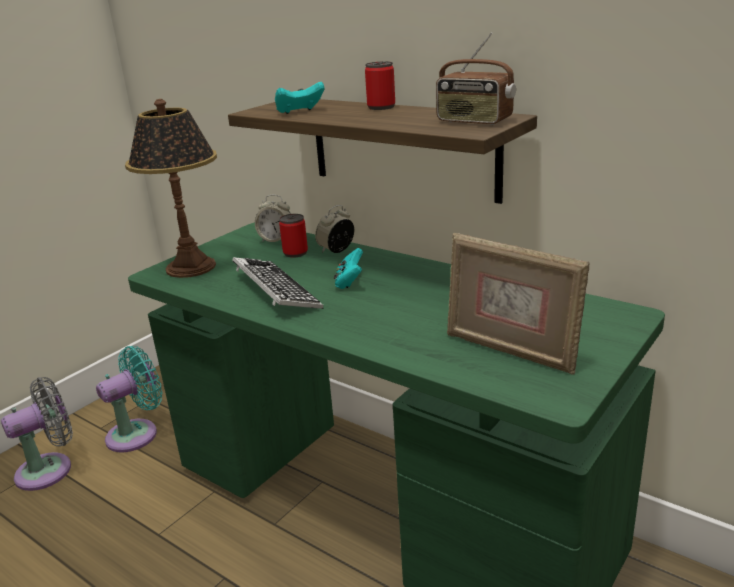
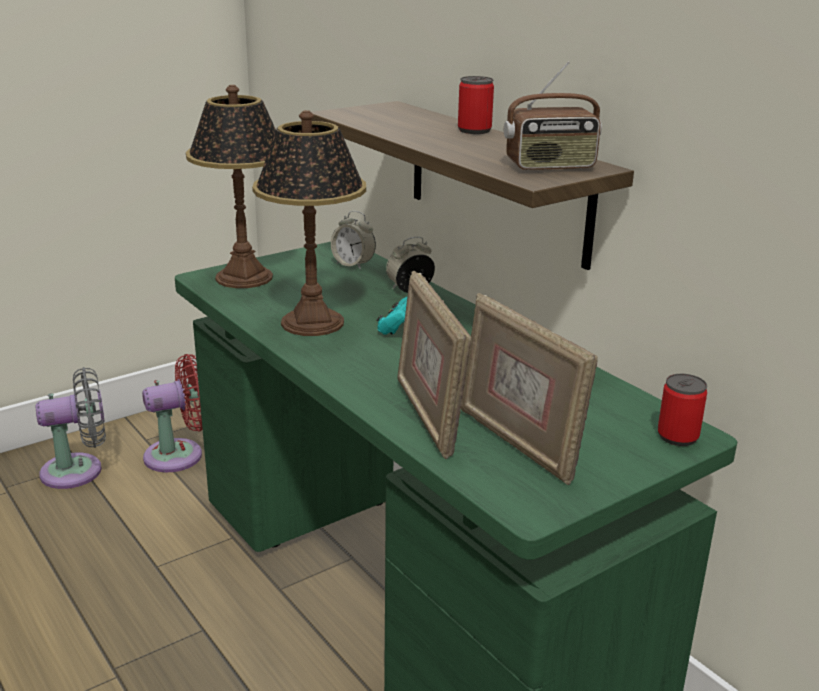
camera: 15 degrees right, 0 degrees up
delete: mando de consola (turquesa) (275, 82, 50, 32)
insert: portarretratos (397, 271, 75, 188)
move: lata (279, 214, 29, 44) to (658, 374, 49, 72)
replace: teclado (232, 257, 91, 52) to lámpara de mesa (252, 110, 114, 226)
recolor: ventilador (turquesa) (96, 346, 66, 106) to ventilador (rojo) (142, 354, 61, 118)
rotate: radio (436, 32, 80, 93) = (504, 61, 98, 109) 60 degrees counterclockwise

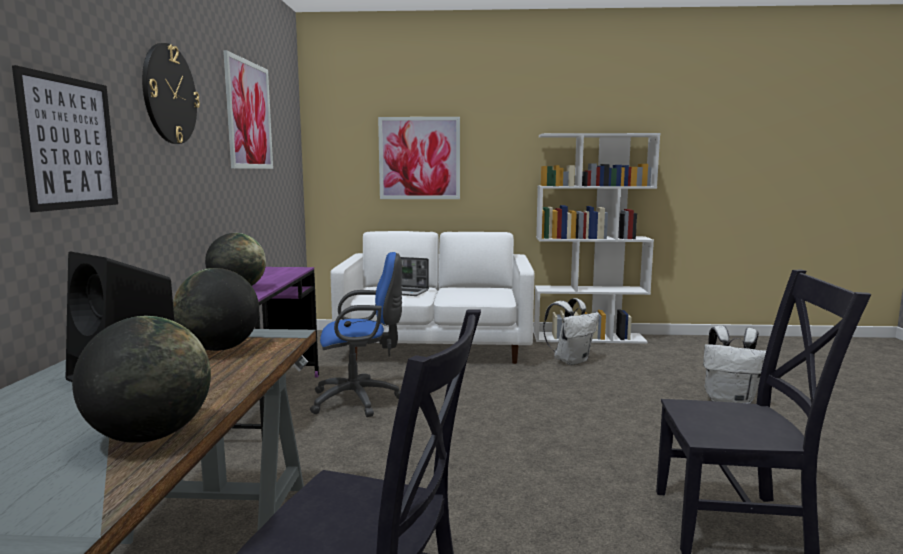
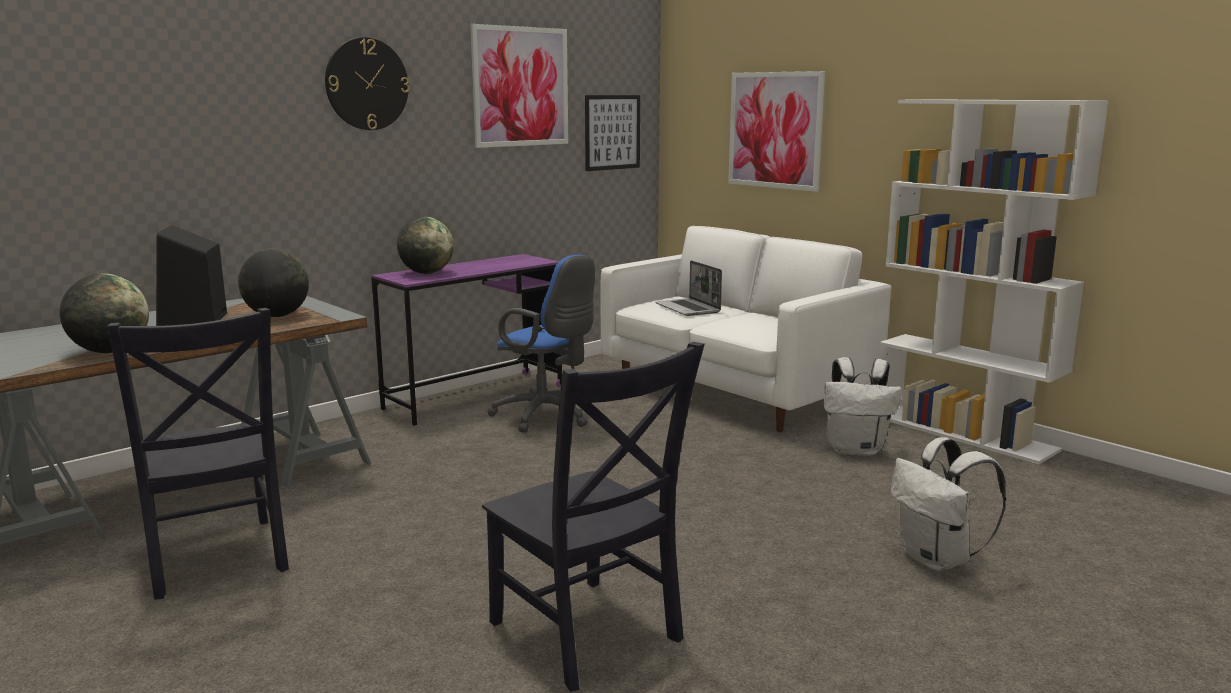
camera: 45 degrees right, 5 degrees up
move: cuadro (12, 65, 106, 147) to (585, 95, 55, 76)

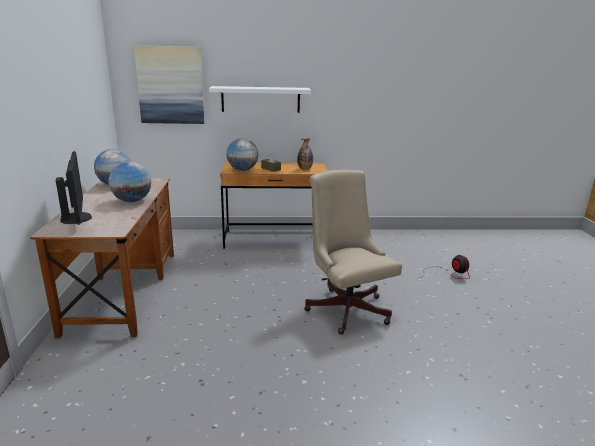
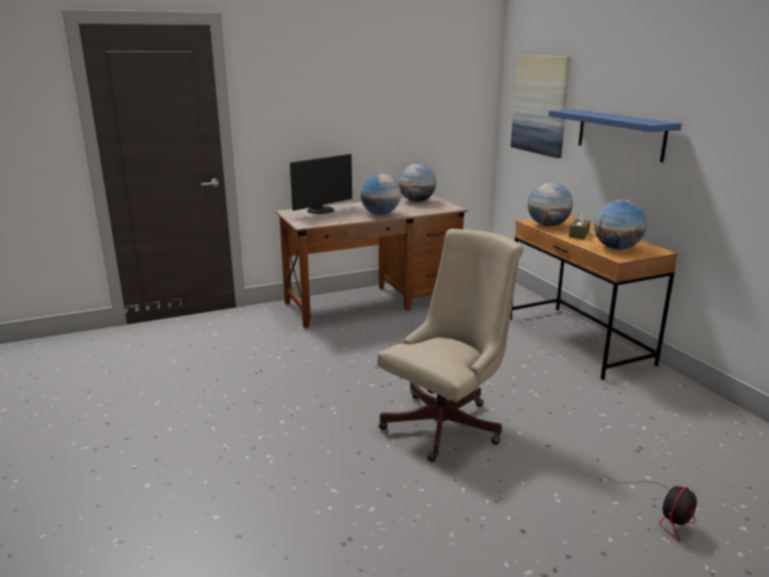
camera: 70 degrees right, 0 degrees up
replace: botella (297, 138, 16, 32) to globo terráqueo (594, 200, 53, 50)
recolor: estante (blanco) (209, 86, 102, 27) to estante (azul) (548, 109, 134, 53)

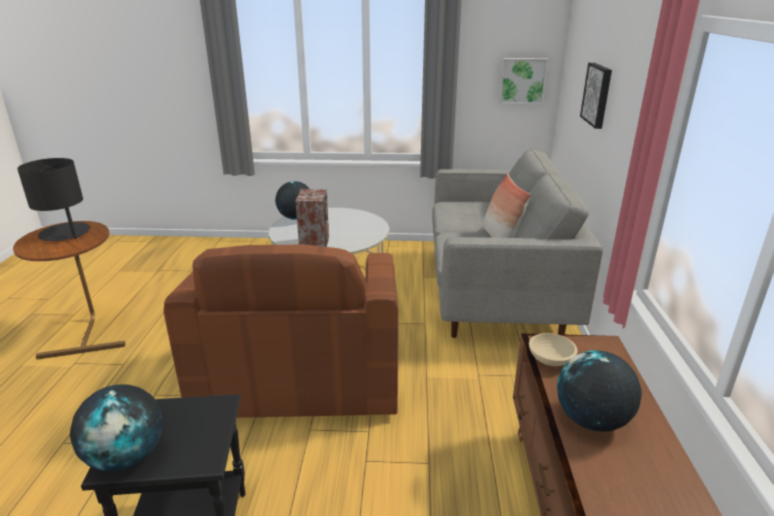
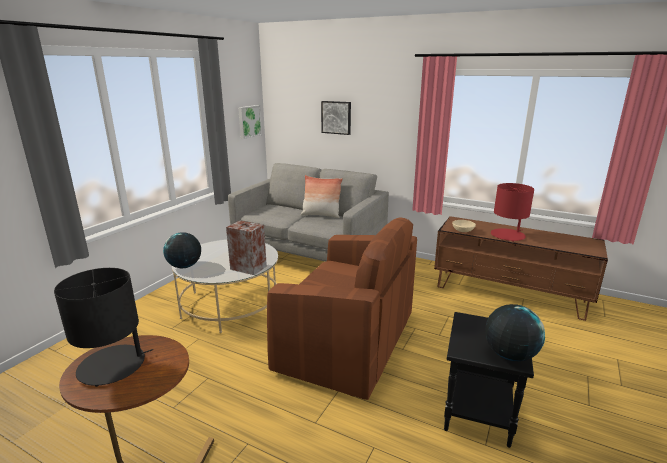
camera: 65 degrees left, 5 degrees down
replace: globo terráqueo (557, 350, 85, 82) to lámpara de mesa (rojo) (491, 183, 43, 59)

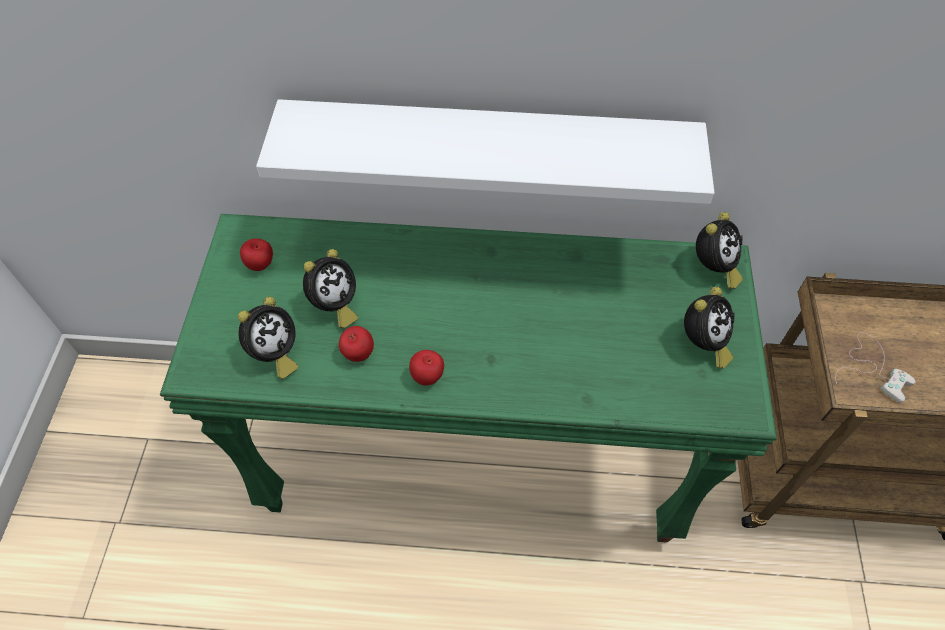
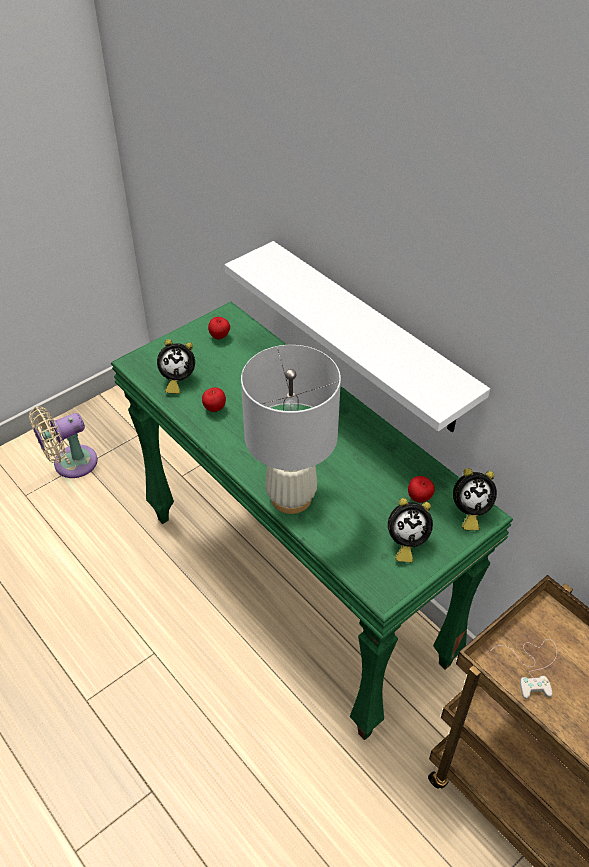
camera: 45 degrees right, 10 degrees down
delete: despertador (303, 249, 55, 79)
insert: ventilador (beis) (29, 407, 69, 71); lámpara de mesa (blanco) (241, 345, 100, 169)
move: manzana (409, 350, 35, 35) to (408, 476, 27, 27)

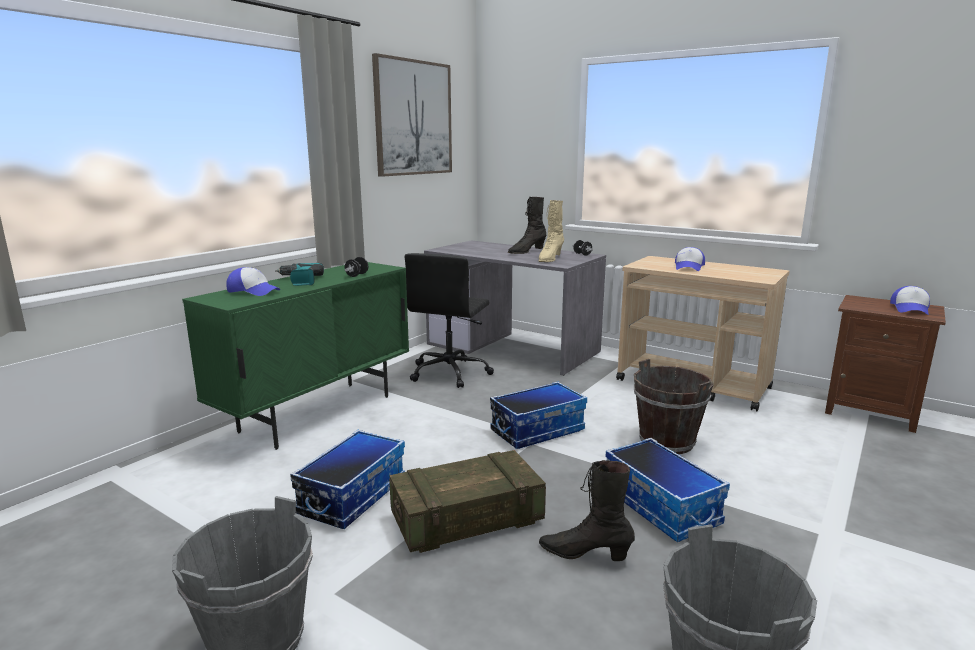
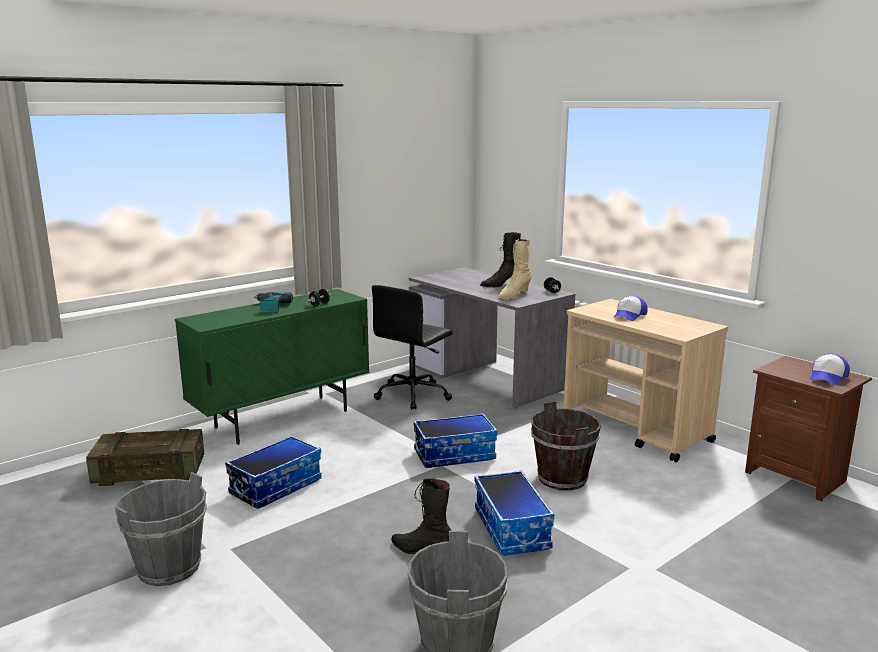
camera: 15 degrees right, 0 degrees up
delete: gorra (226, 267, 54, 29); cuadro (372, 53, 80, 124)
move: caja de embalaje (389, 450, 157, 103) to (86, 429, 118, 57)

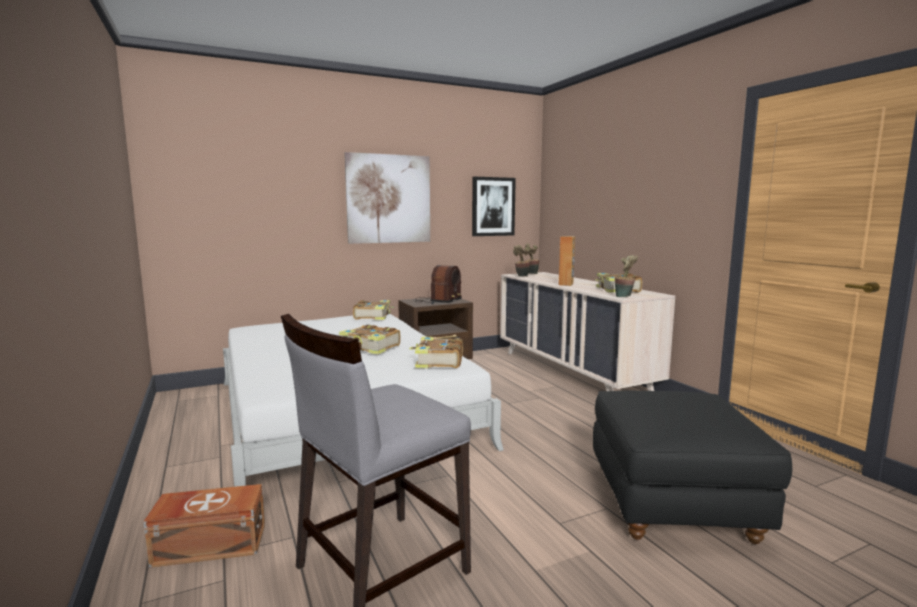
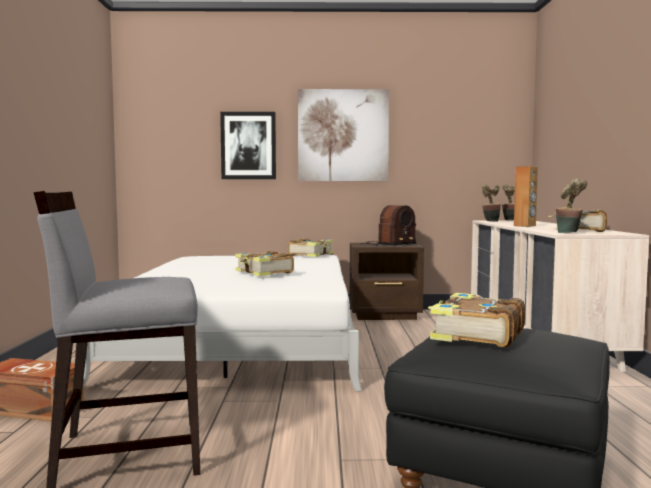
camera: 25 degrees right, 5 degrees down
move: libro (409, 337, 54, 31) to (428, 293, 97, 54); cuadro (472, 177, 44, 59) to (220, 112, 56, 67)

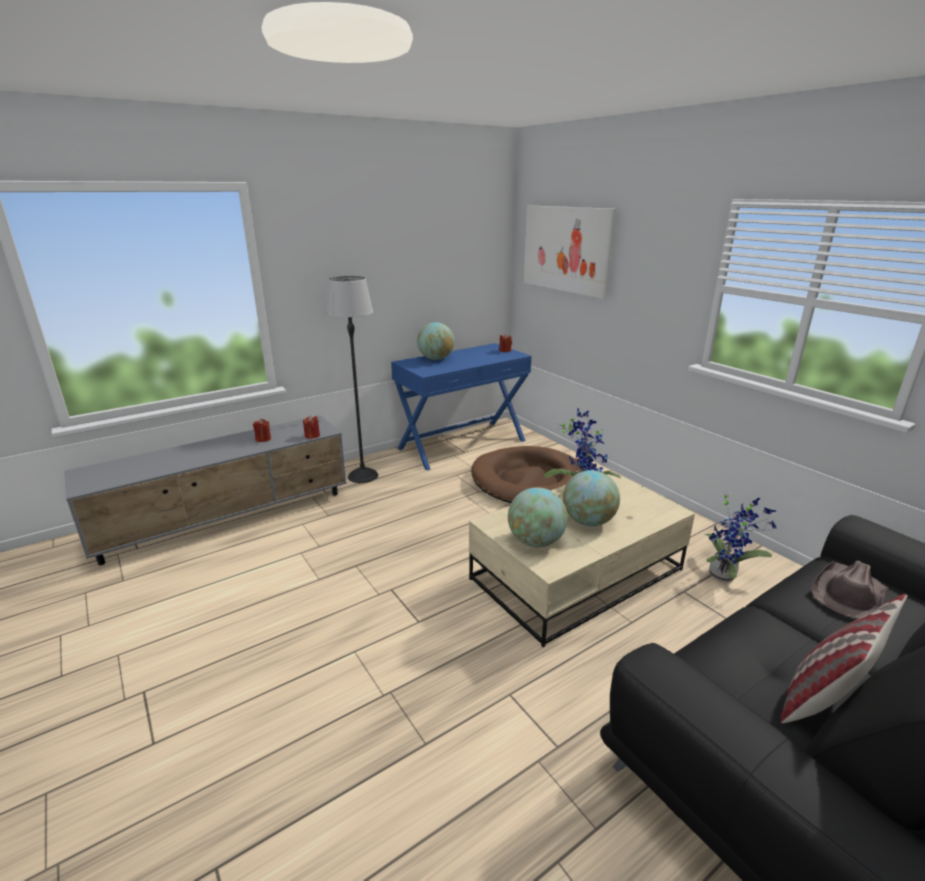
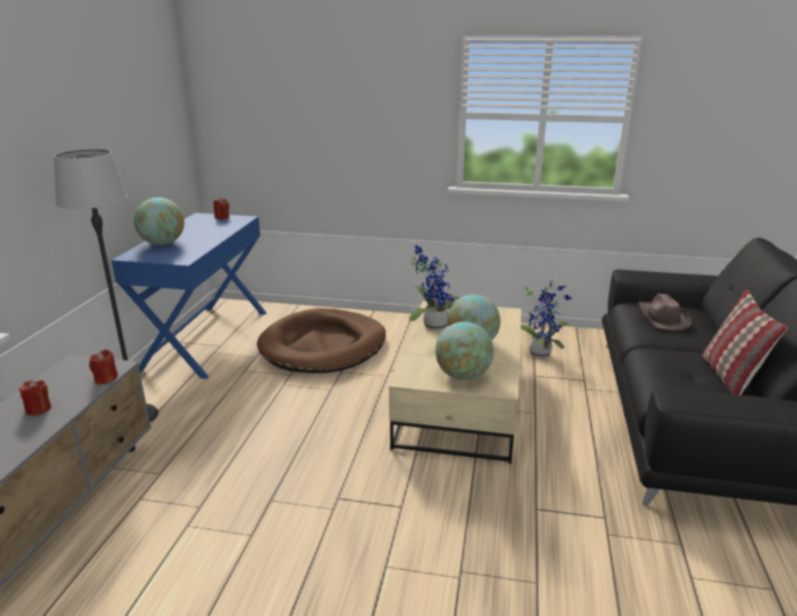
camera: 45 degrees left, 0 degrees up
delete: cuadro (524, 206, 93, 93)

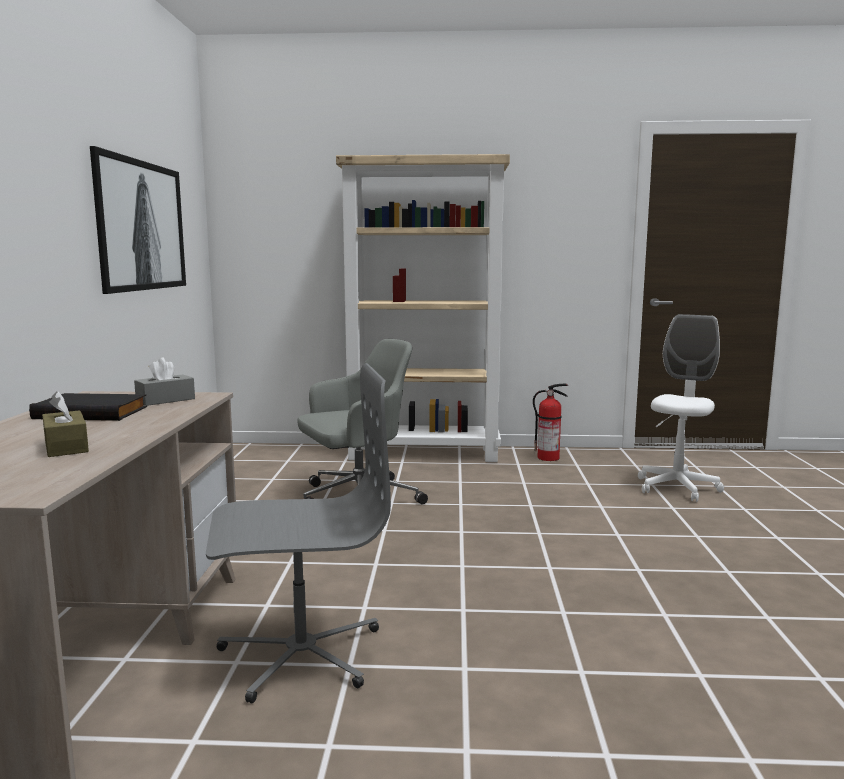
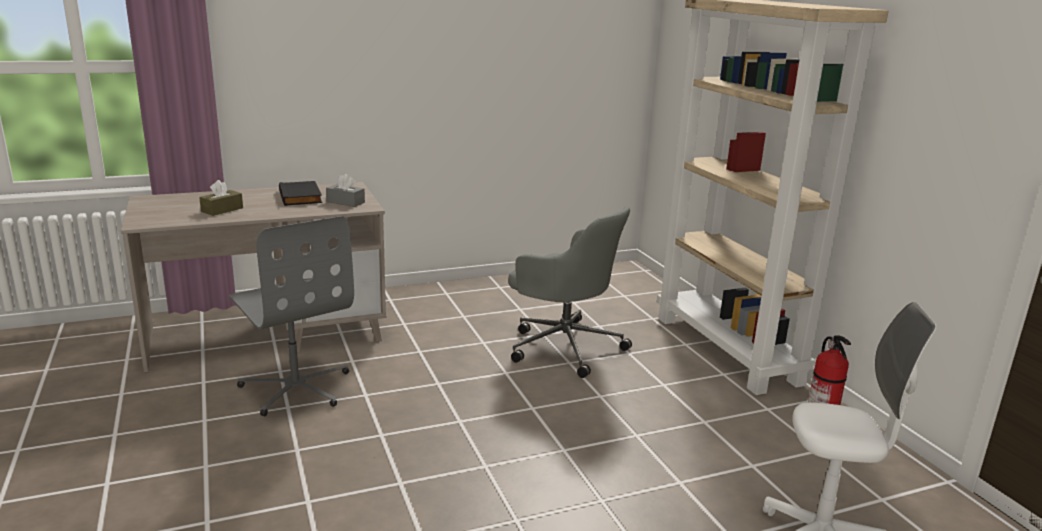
camera: 65 degrees right, 10 degrees up
delete: cuadro (90, 146, 96, 148)

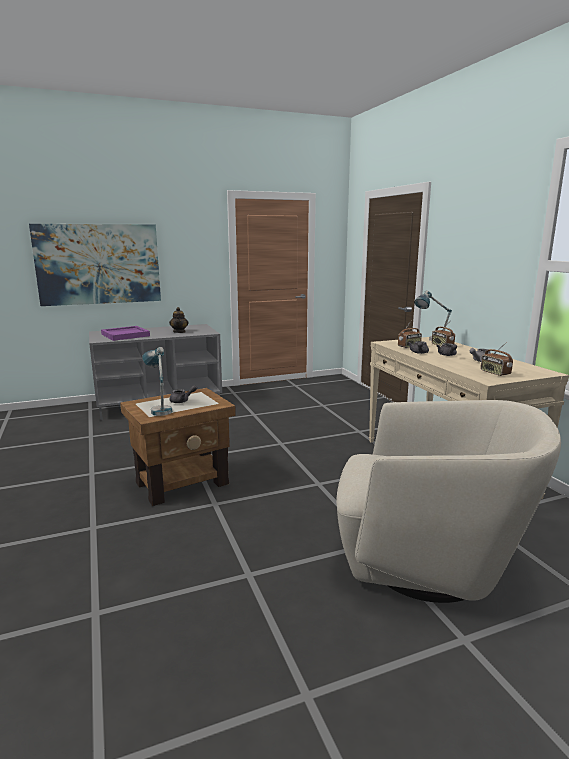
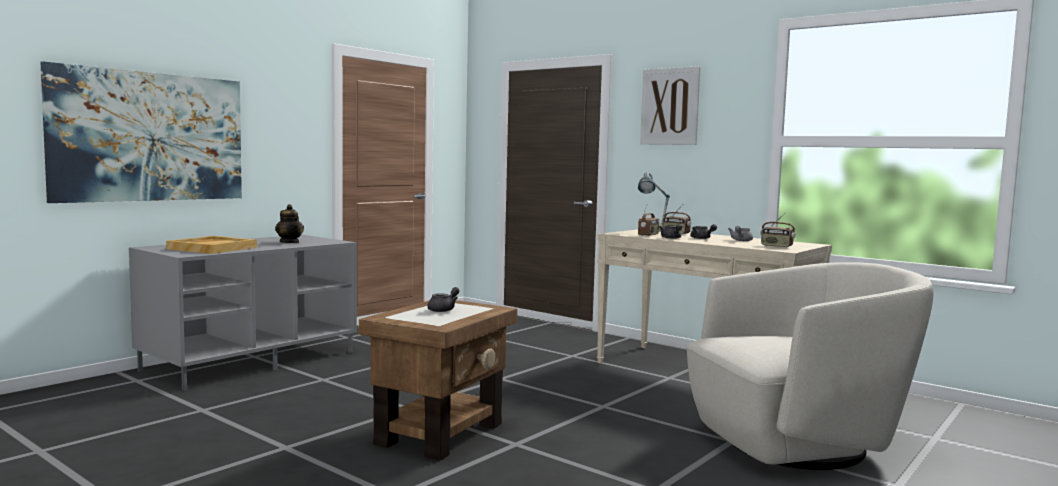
camera: 30 degrees left, 10 degrees down
delete: lámpara de mesa (142, 347, 30, 69)
insert: cuadro (640, 66, 61, 79)
recolor: bandeja (morado) (101, 326, 49, 15) to bandeja (beis) (166, 236, 91, 18)

